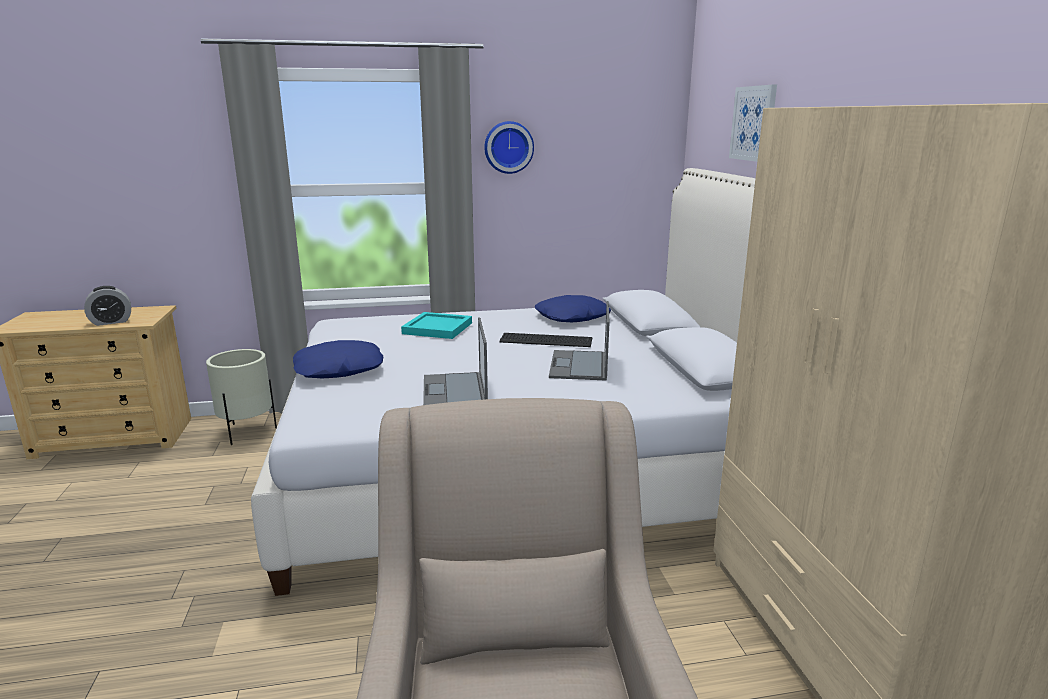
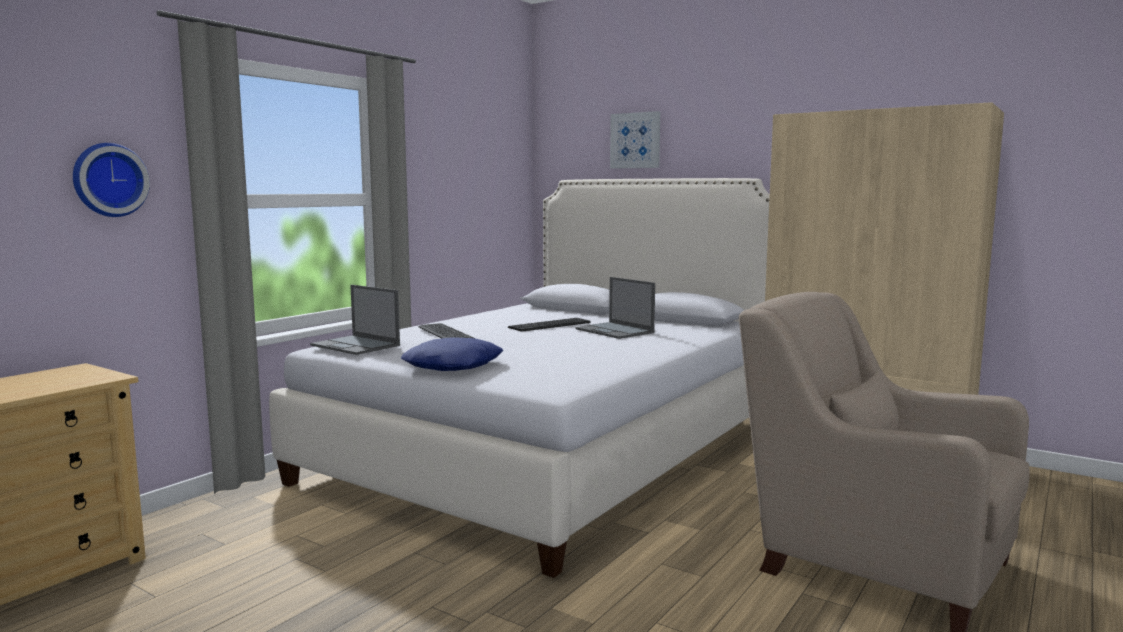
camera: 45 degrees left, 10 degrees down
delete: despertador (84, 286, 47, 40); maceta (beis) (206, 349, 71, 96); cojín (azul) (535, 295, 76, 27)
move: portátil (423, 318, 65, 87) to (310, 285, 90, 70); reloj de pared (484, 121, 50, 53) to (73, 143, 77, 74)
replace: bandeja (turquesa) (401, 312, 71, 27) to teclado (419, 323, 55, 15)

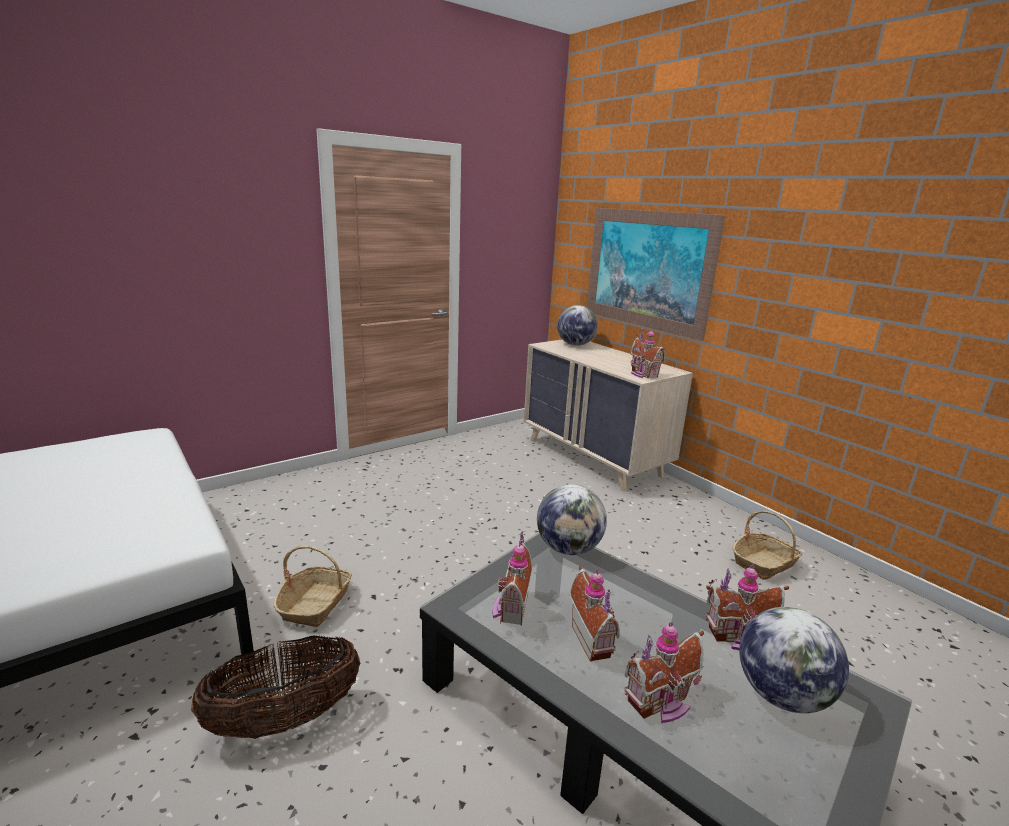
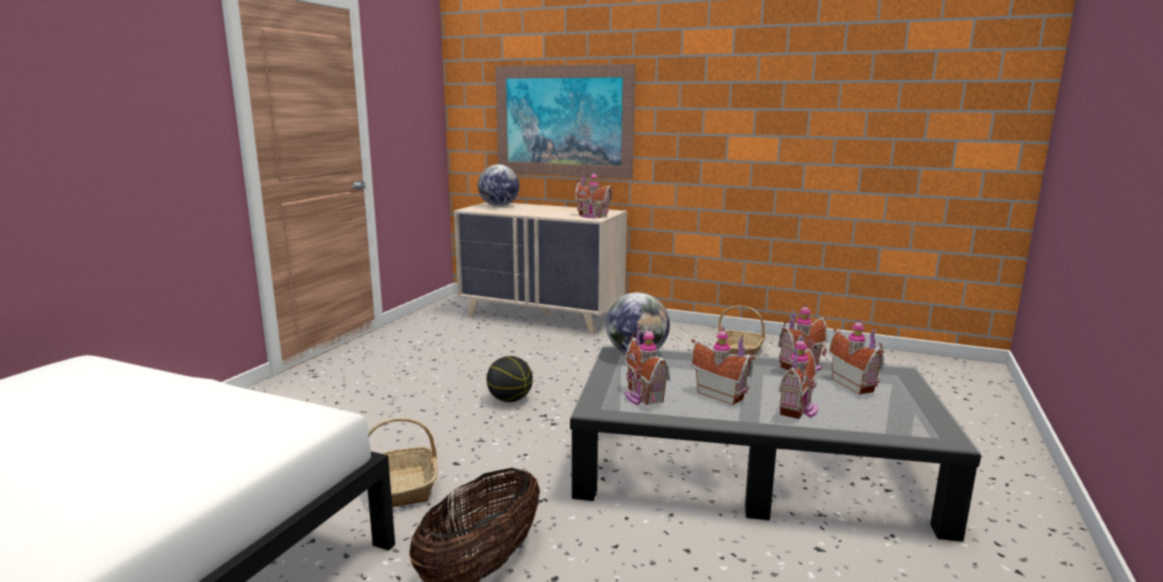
camera: 30 degrees left, 5 degrees down
insert: balón de baloncesto (487, 356, 46, 46)
replace: globo terráqueo (739, 607, 110, 106) to casita (828, 318, 56, 77)

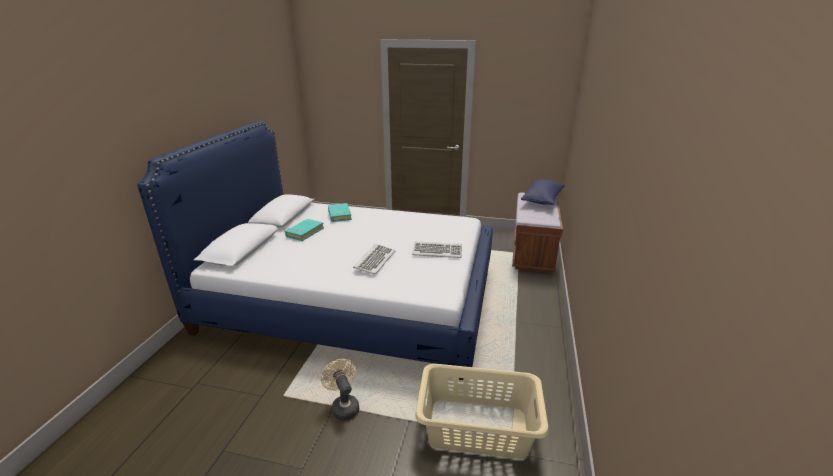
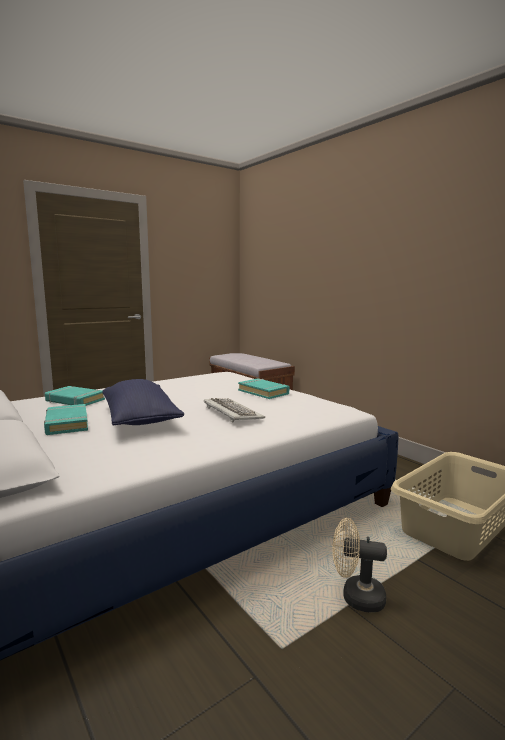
camera: 50 degrees left, 15 degrees down
move: cojín (azul) (521, 179, 44, 26) to (103, 379, 81, 46)
replace: teclado (412, 241, 50, 17) to libro (turquesa) (238, 378, 51, 21)

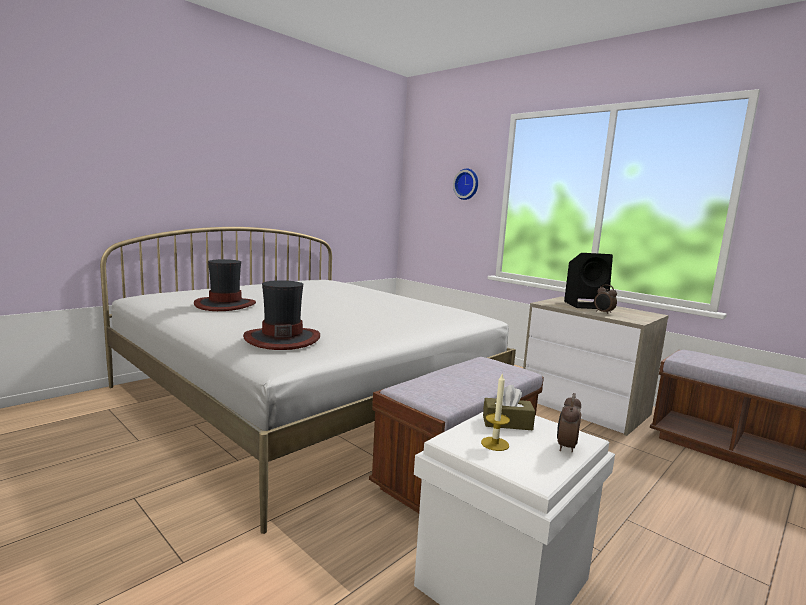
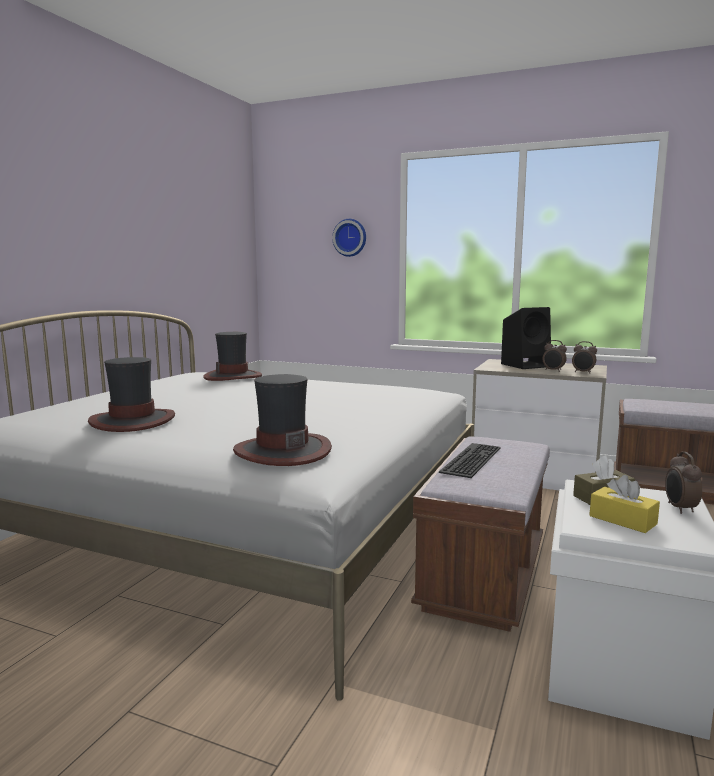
camera: 20 degrees left, 0 degrees up
insert: sombrero (203, 332, 59, 49); teclado (439, 443, 62, 35); despertador (572, 341, 25, 33)
replace: vela (481, 372, 29, 79) to caja de pañuelos (amarillo) (589, 475, 71, 58)

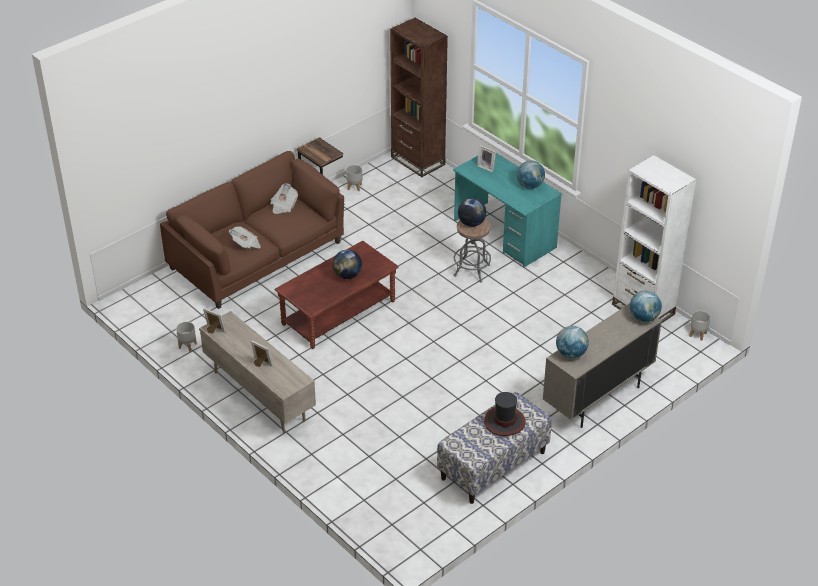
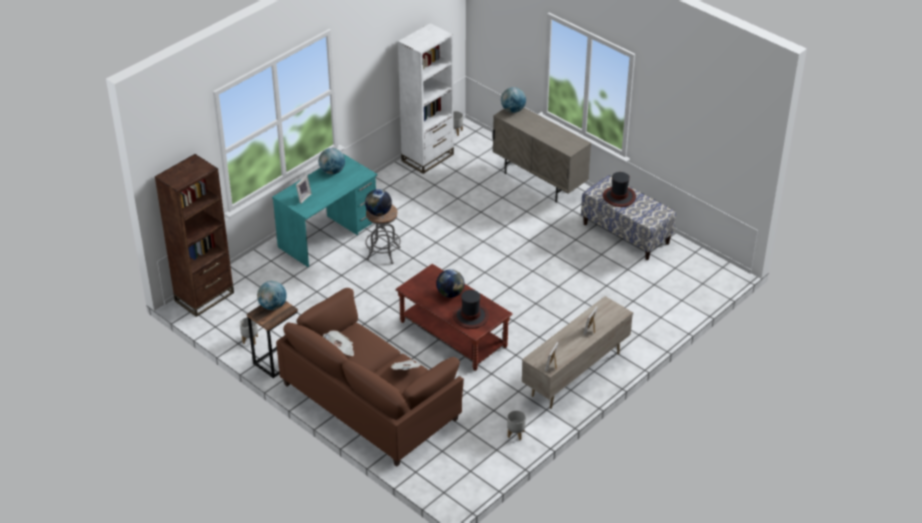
camera: 95 degrees left, 0 degrees up
insert: sombrero (453, 290, 36, 39)
move: globo terráqueo (556, 326, 33, 32) to (257, 281, 30, 29)

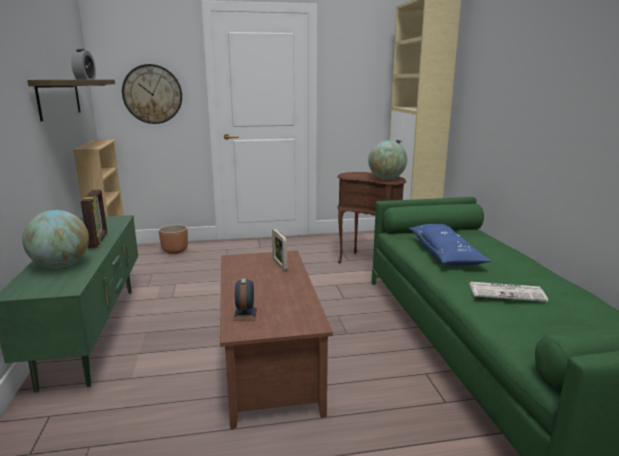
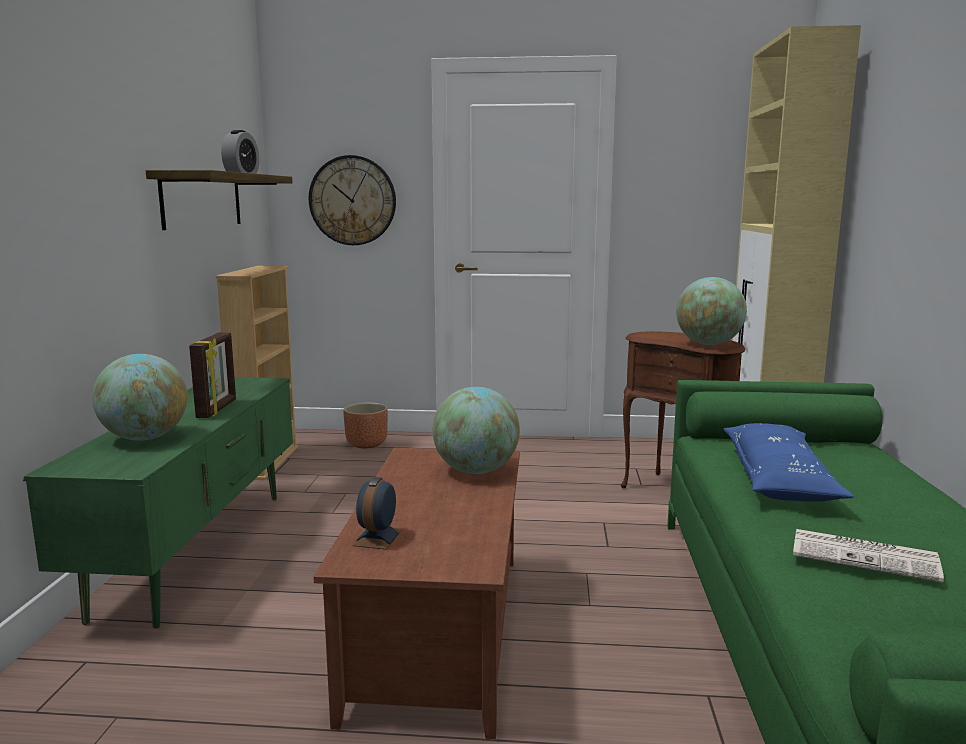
camera: 15 degrees right, 5 degrees down
replace: portarretratos (272, 229, 16, 42) to globo terráqueo (433, 387, 87, 87)

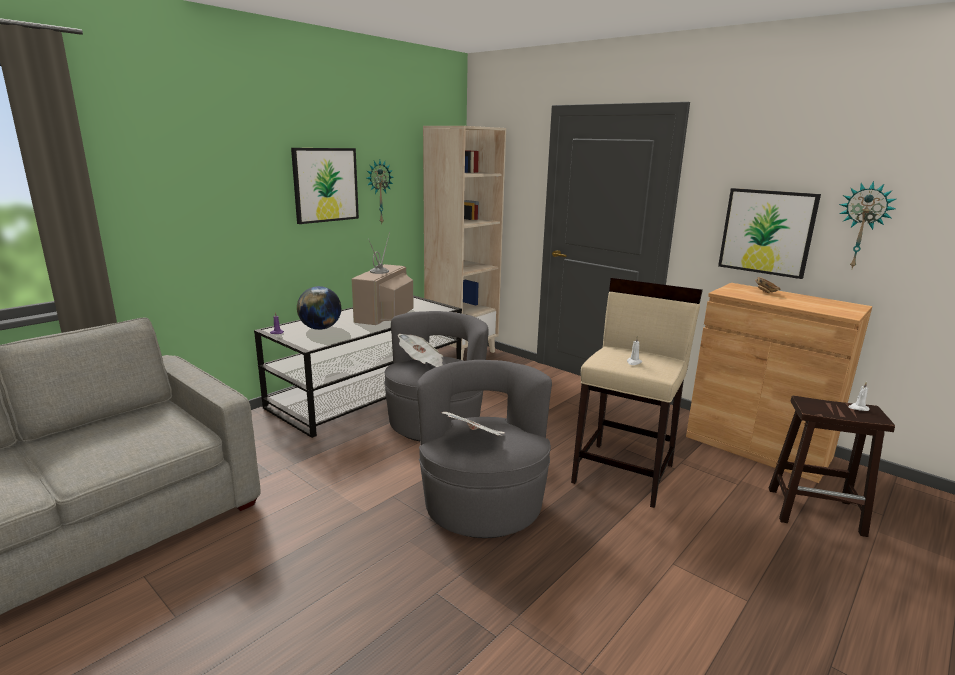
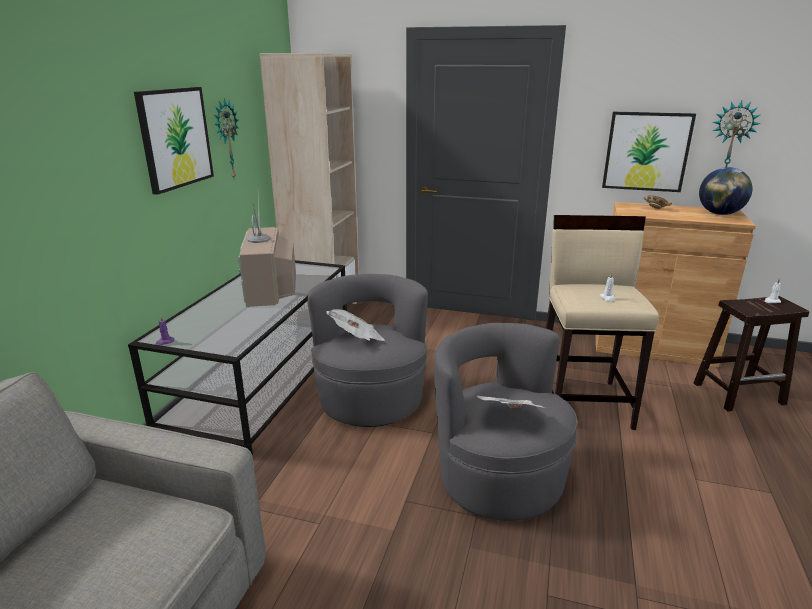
camera: 25 degrees left, 5 degrees up
move: globo terráqueo (297, 286, 44, 44) to (699, 167, 53, 48)

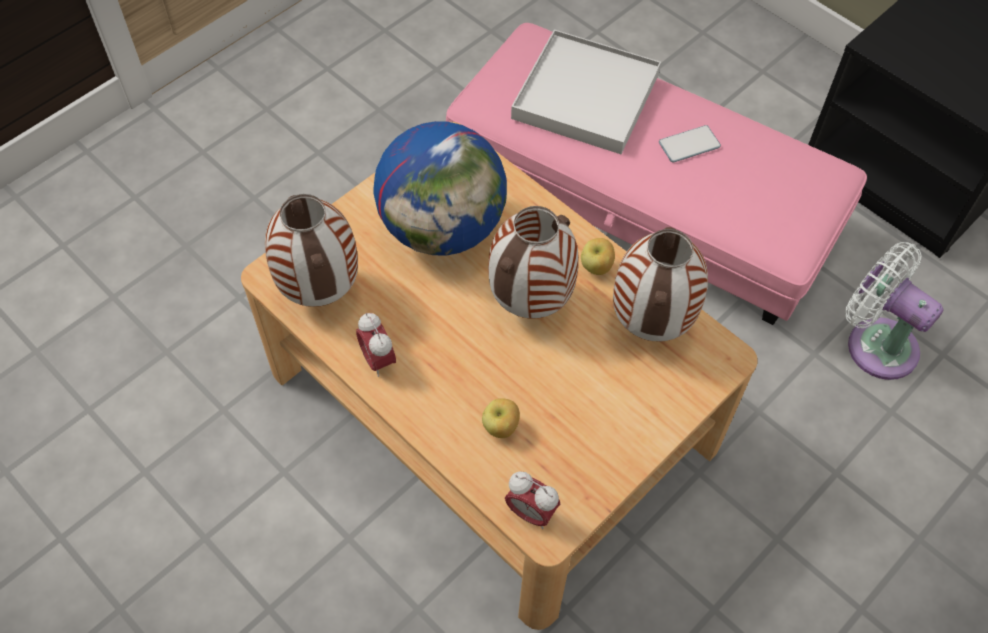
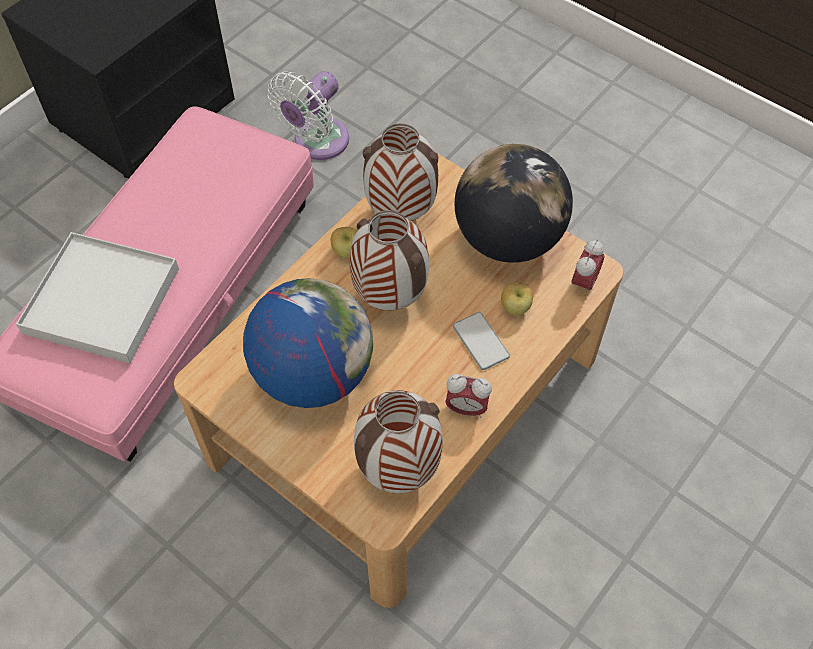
camera: 95 degrees left, 0 degrees up
insert: globo terráqueo (455, 144, 118, 119)
move: móvil (659, 125, 62, 38) to (453, 312, 57, 58)
rotate: despertador (356, 313, 40, 64) = (445, 374, 47, 44) 45 degrees clockwise

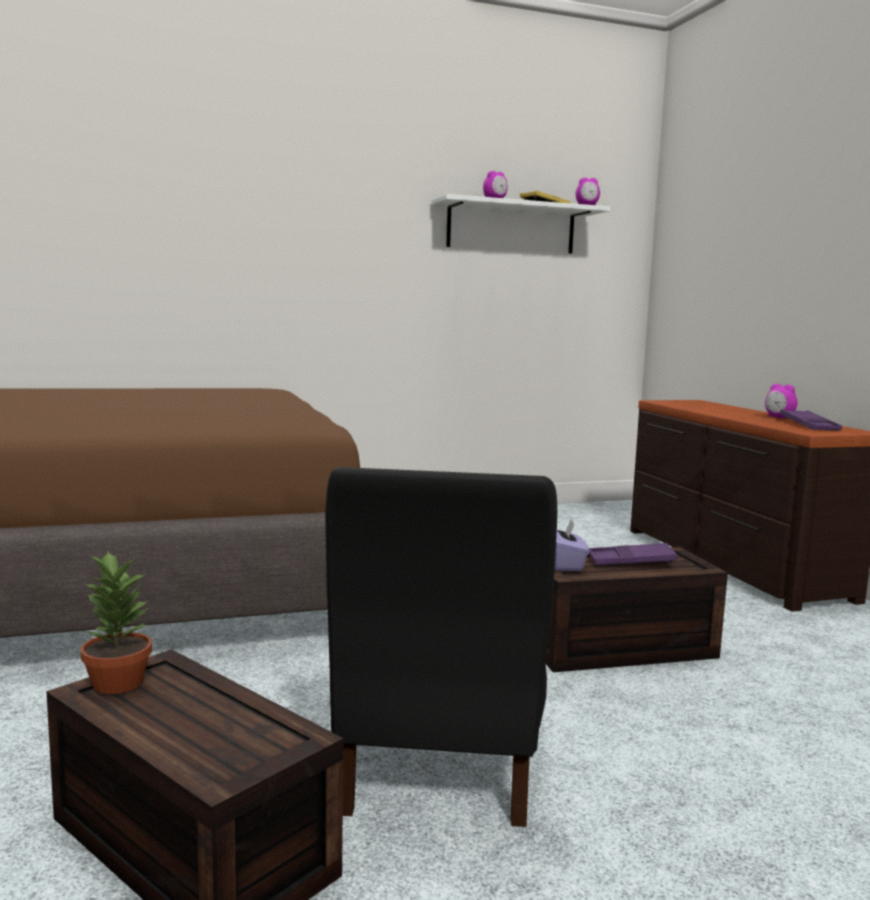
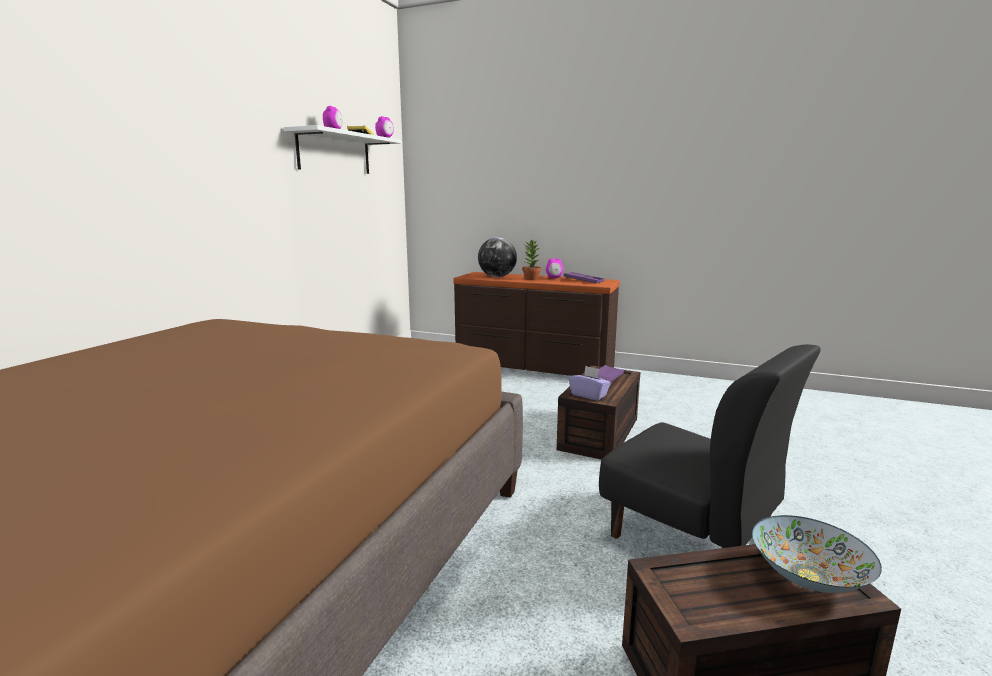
camera: 50 degrees left, 5 degrees up
insert: globo terráqueo (478, 238, 39, 39); cuenco (752, 515, 130, 78)
move: planta en maceta (81, 551, 71, 143) to (522, 240, 19, 40)

